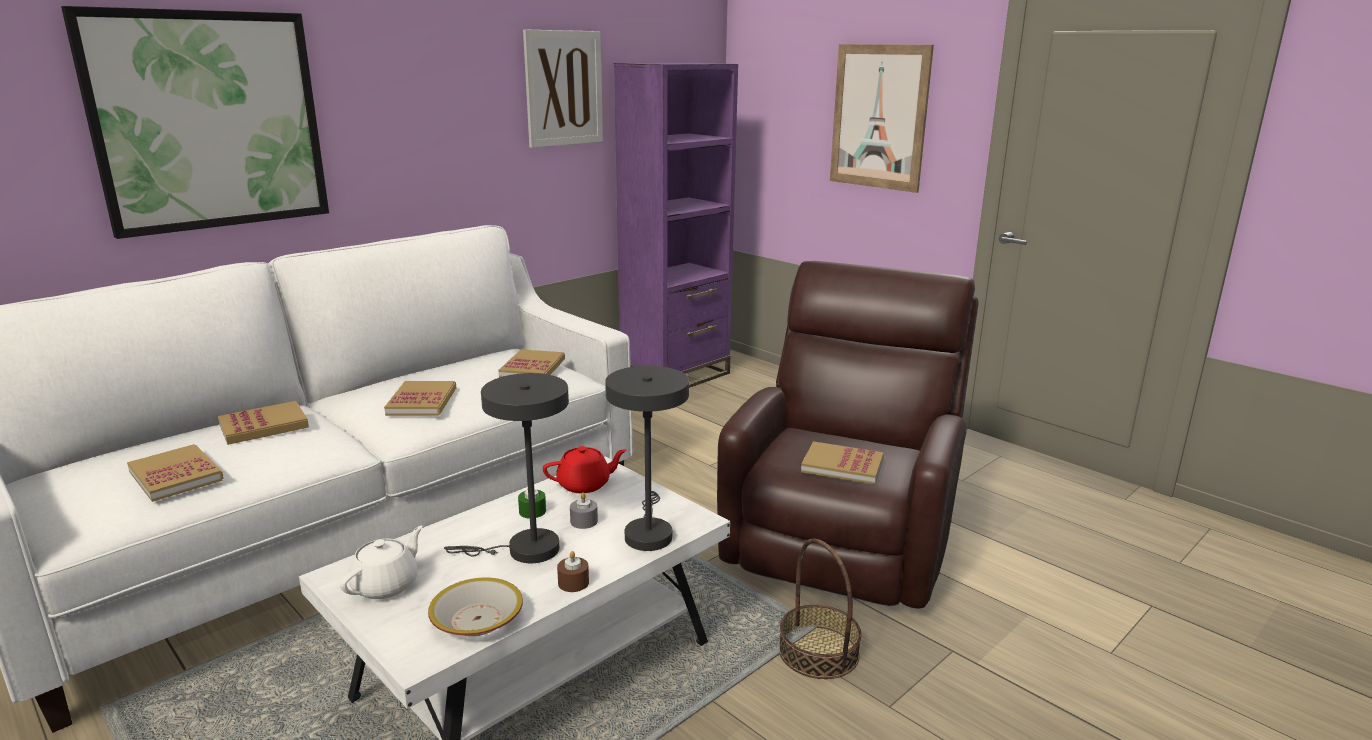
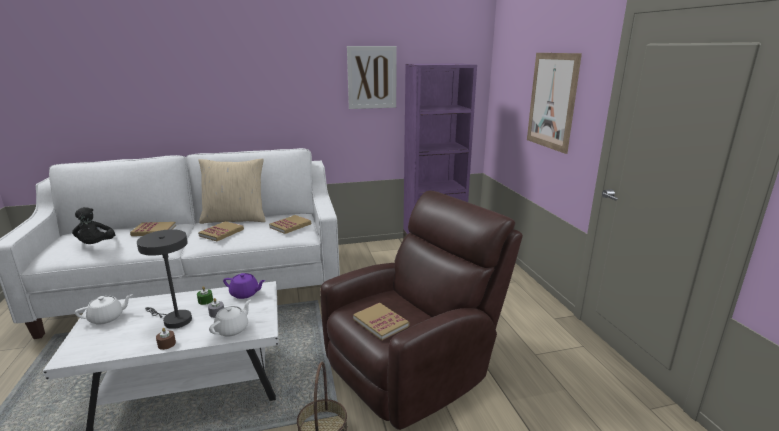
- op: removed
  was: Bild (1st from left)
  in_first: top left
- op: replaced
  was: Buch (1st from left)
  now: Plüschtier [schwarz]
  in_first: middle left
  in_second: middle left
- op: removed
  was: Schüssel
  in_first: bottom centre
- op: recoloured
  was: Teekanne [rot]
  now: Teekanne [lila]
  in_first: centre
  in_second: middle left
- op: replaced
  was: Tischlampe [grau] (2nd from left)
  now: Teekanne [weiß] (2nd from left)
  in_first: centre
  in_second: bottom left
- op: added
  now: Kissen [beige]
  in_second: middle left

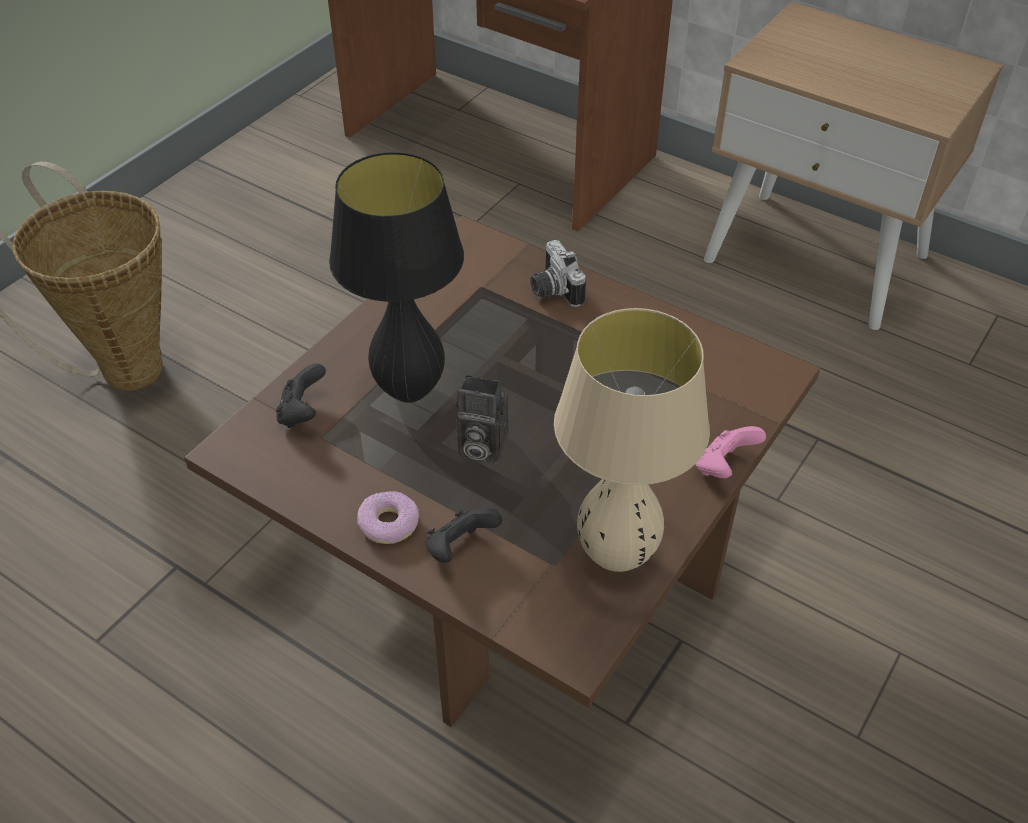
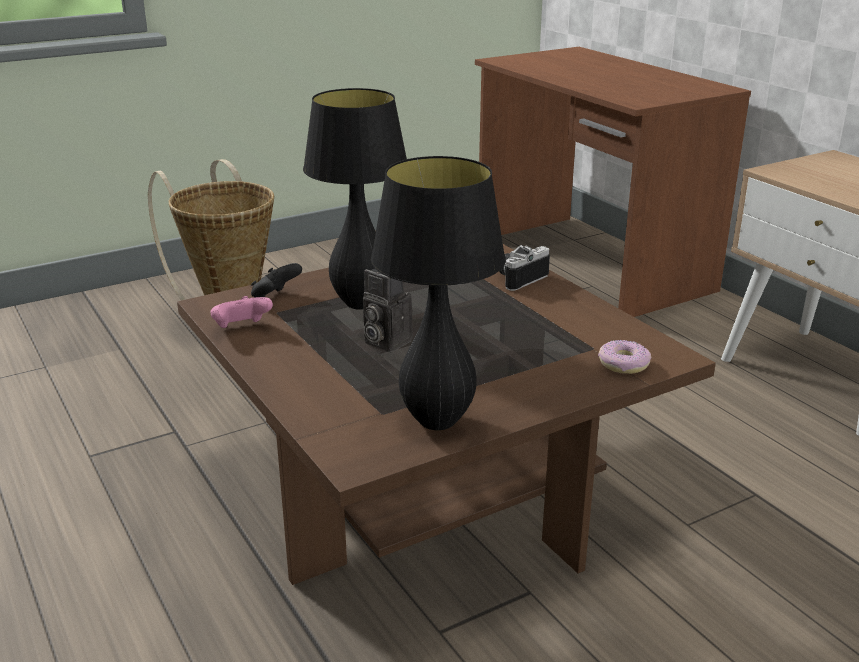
- op: moved
  was: Donut
  in_first: centre
  in_second: middle right
- op: removed
  was: Gamepad [schwarz] (2nd from left)
  in_first: centre
- op: turned
  was: Kamera (2nd from left)
  in_first: top centre
  in_second: centre
  clockwise: 45
- op: recoloured
  was: Tischlampe [beige]
  now: Tischlampe [schwarz] (2nd from left)
  in_first: centre
  in_second: centre
- op: moved
  was: Gamepad [rosa]
  in_first: middle right
  in_second: middle left

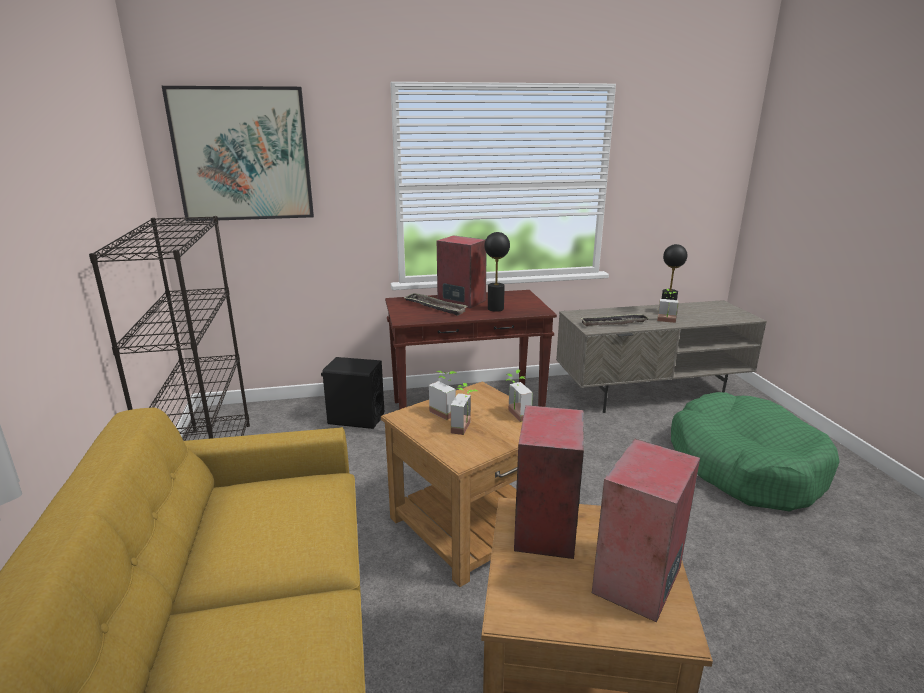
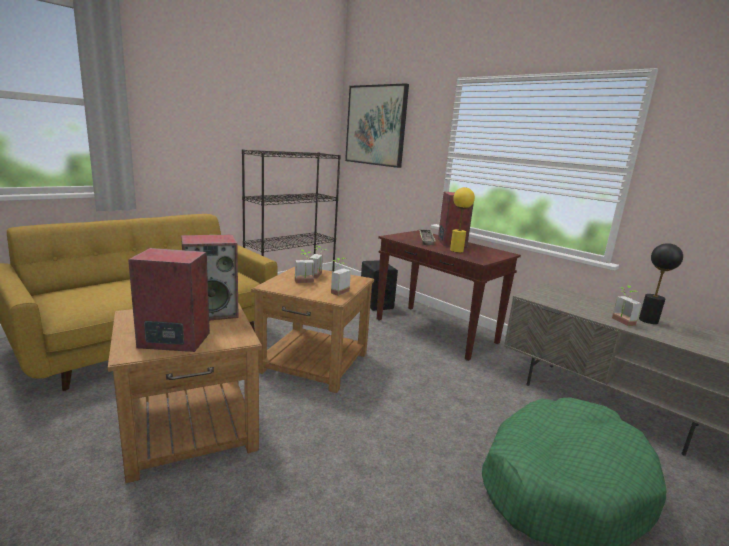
- op: recoloured
  was: Tischlampe [schwarz] (1st from left)
  now: Tischlampe [gelb]
  in_first: centre
  in_second: centre
- op: removed
  was: Tablett (2nd from left)
  in_first: centre

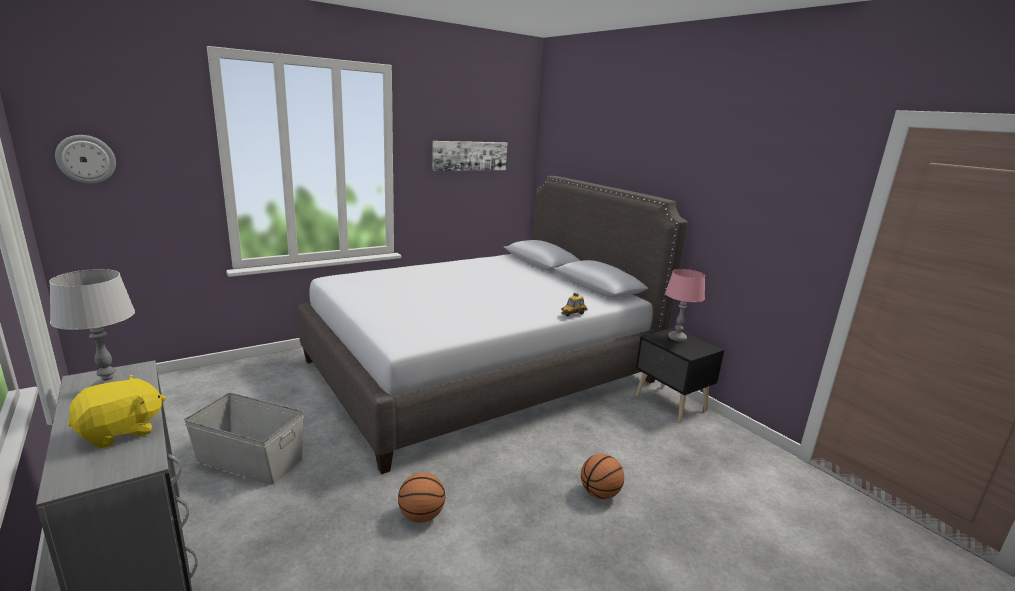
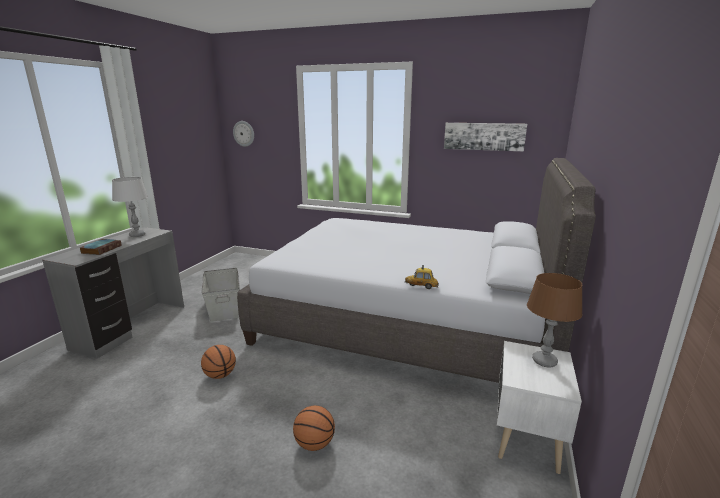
- op: replaced
  was: Plüschtier [gelb]
  now: Buch
  in_first: bottom left
  in_second: middle left
- op: recoloured
  was: Nachttisch [schwarz]
  now: Nachttisch [weiß]
  in_first: middle right
  in_second: bottom right
- op: recoloured
  was: Tischlampe [rosa]
  now: Tischlampe [braun]
  in_first: middle right
  in_second: middle right

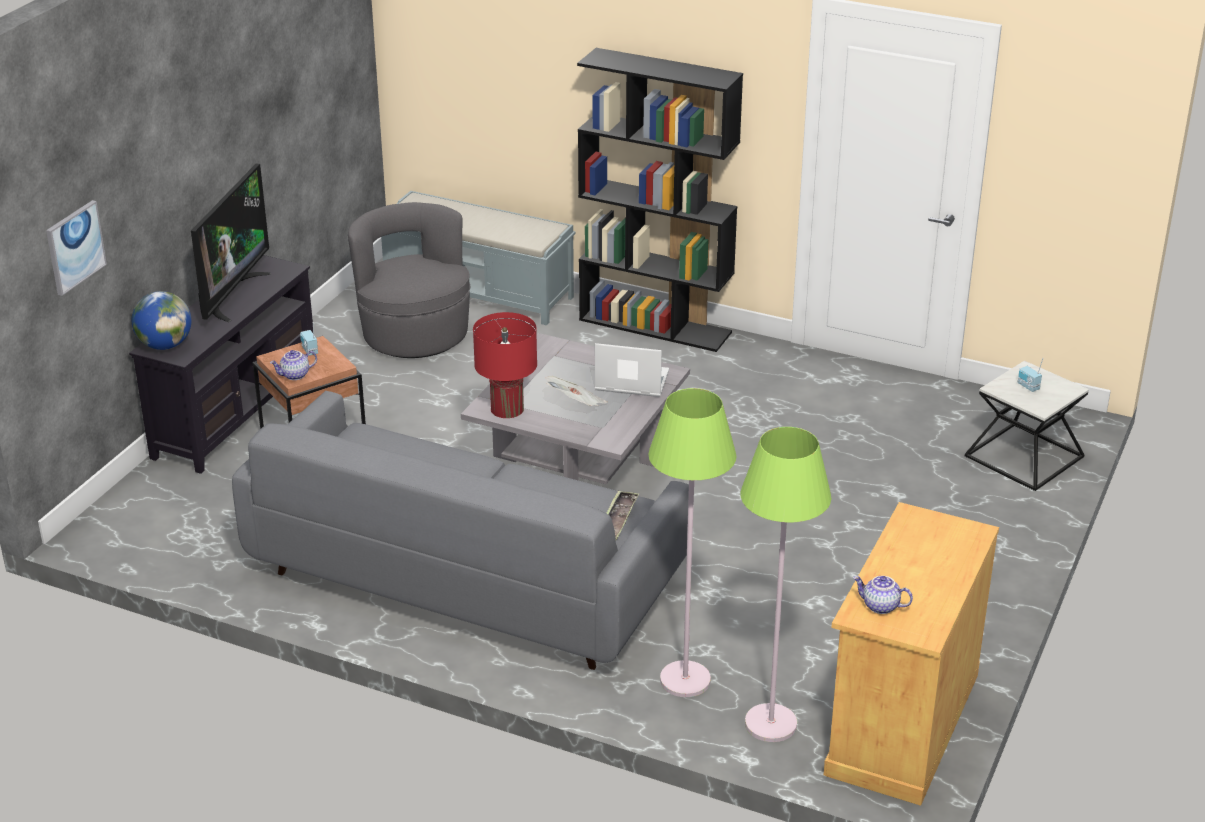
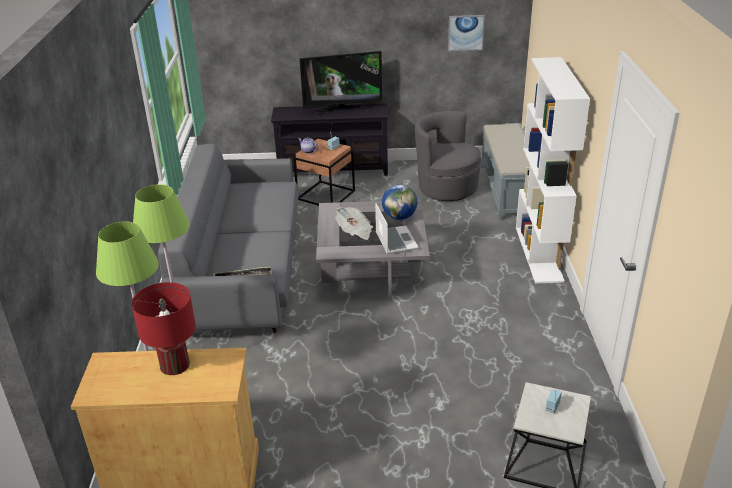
- op: moved
  was: Bild
  in_first: top left
  in_second: top centre
- op: moved
  was: Globus
  in_first: middle left
  in_second: centre
- op: turned
  was: Sessel [grau]
  in_first: centre
  in_second: top centre
  clockwise: -90
- op: moved
  was: Tischlampe [rot]
  in_first: centre
  in_second: bottom left
- op: recoloured
  was: Bücherregal [schwarz]
  now: Bücherregal [weiß]
  in_first: top centre
  in_second: middle right
- op: removed
  was: Teekanne (2nd from left)
  in_first: bottom right

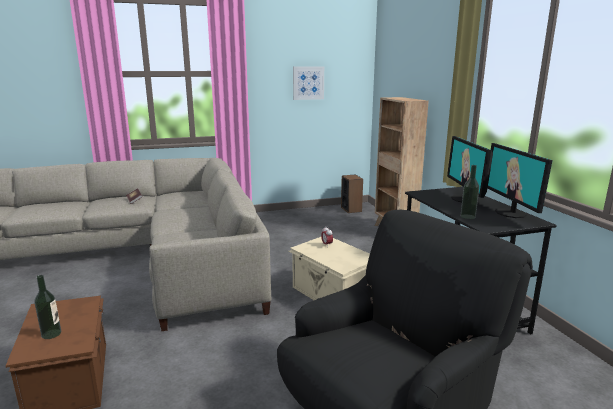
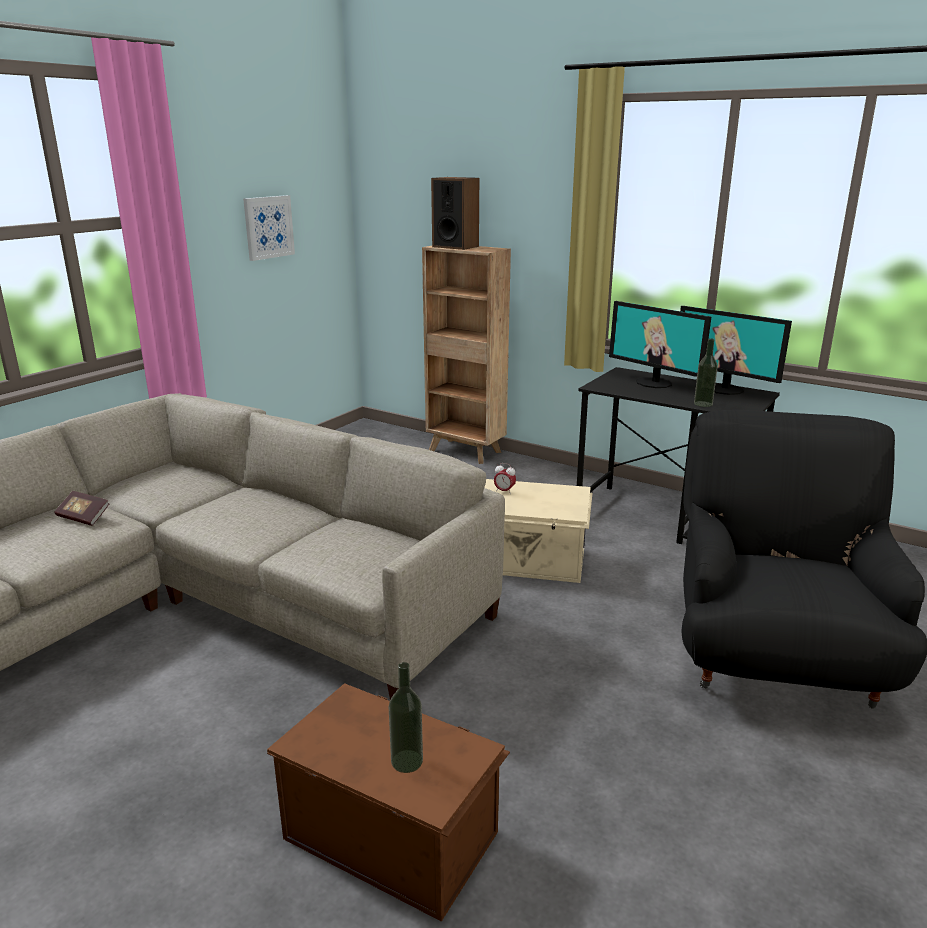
- op: moved
  was: Lautsprecher
  in_first: centre
  in_second: top centre

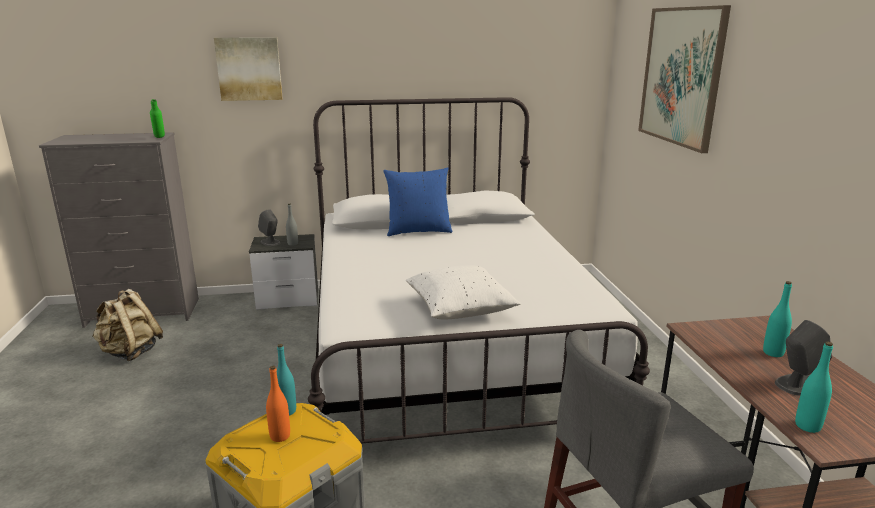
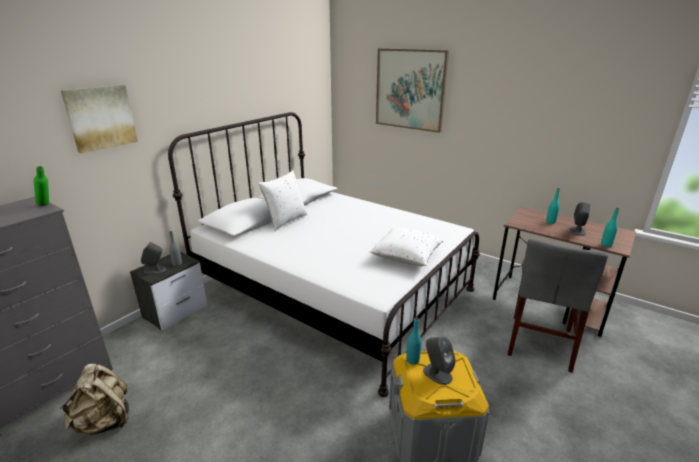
- op: replaced
  was: Flasche [orange]
  now: Lautsprecher [grau] (2nd from left)
  in_first: bottom left
  in_second: bottom centre
- op: recoloured
  was: Kissen [blau]
  now: Kissen [weiß] (1st from left)
  in_first: centre
  in_second: centre

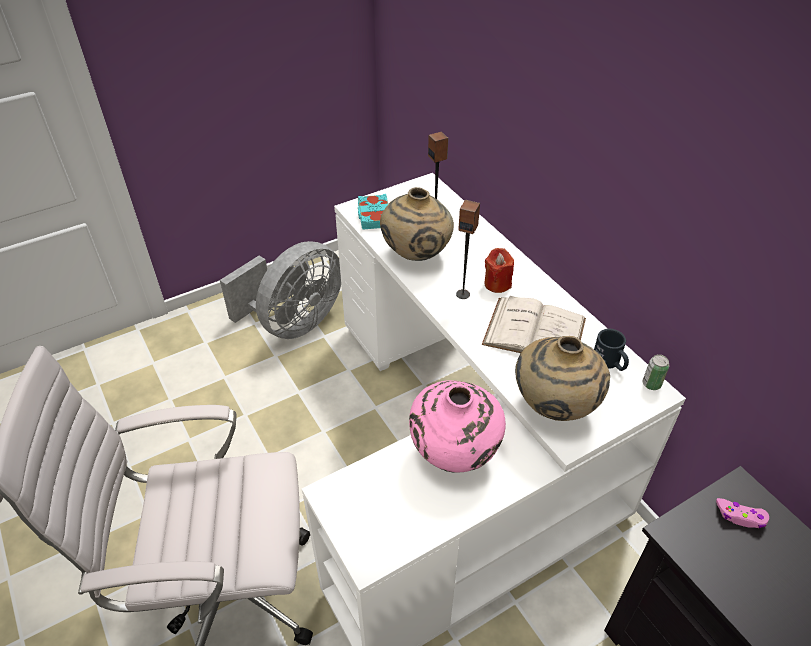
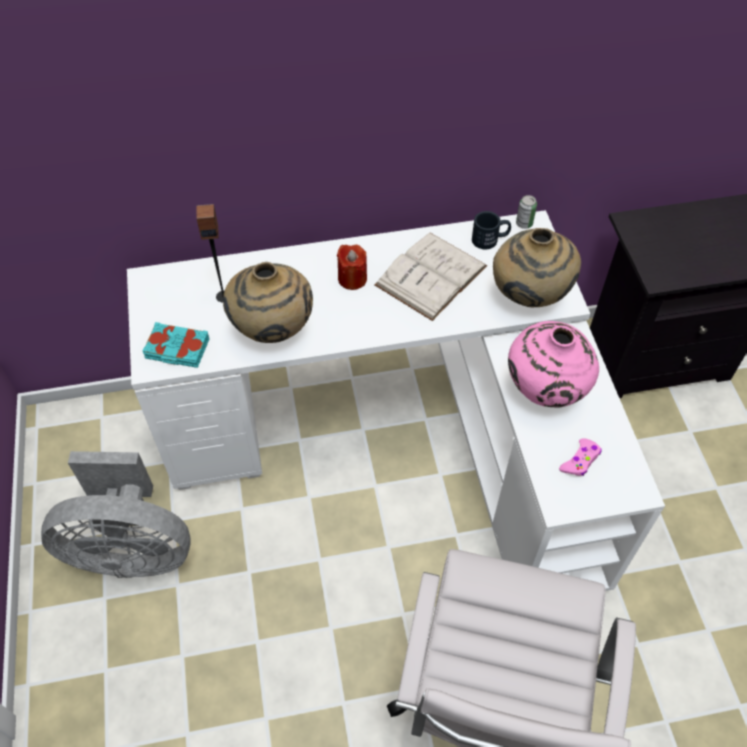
- op: turned
  was: Ventilator [grau]
  in_first: centre
  in_second: bottom left
  clockwise: 120
- op: removed
  was: Lautsprecher (2nd from left)
  in_first: centre
- op: moved
  was: Gamepad [rosa]
  in_first: bottom right
  in_second: middle right

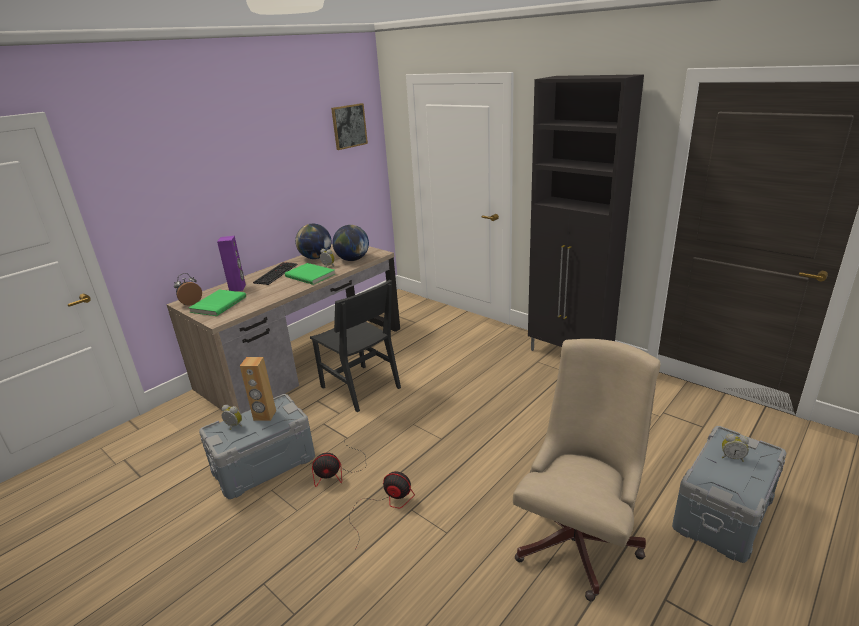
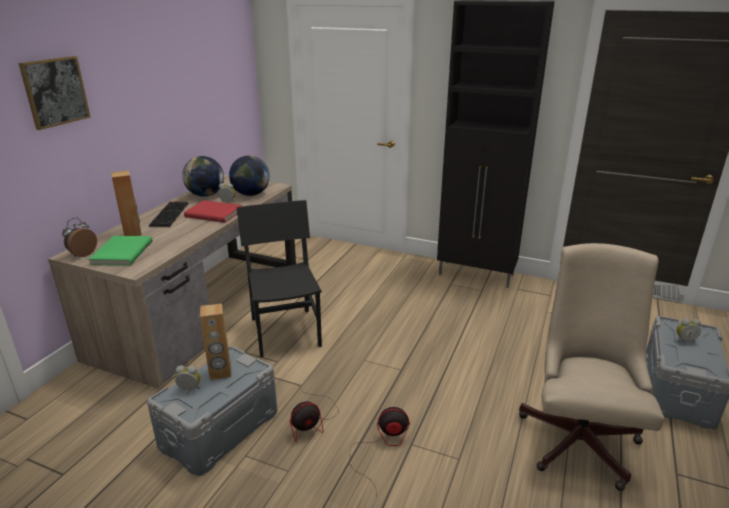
- op: recoloured
  was: Lautsprecher [lila]
  now: Lautsprecher [braun] (1st from left)
  in_first: middle left
  in_second: middle left
- op: recoloured
  was: Buch [grün] (2nd from left)
  now: Buch [rot]
  in_first: centre
  in_second: middle left
- op: turned
  was: Stuhl [schwarz]
  in_first: centre
  in_second: centre
  clockwise: -135
- op: moved
  was: Bild
  in_first: top centre
  in_second: top left

